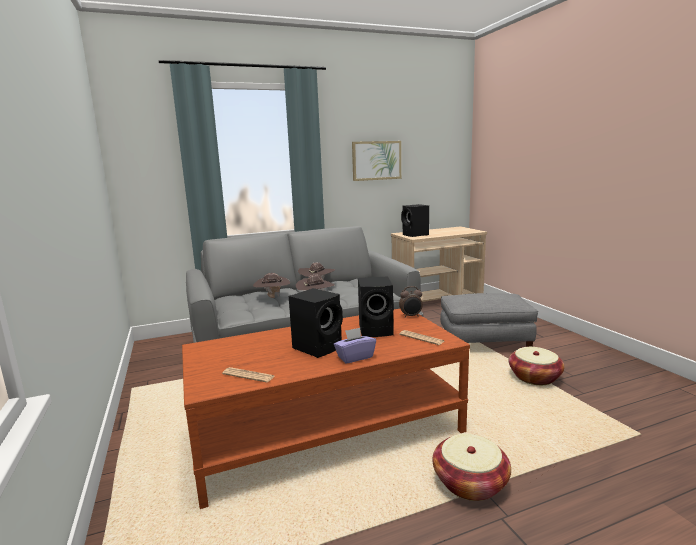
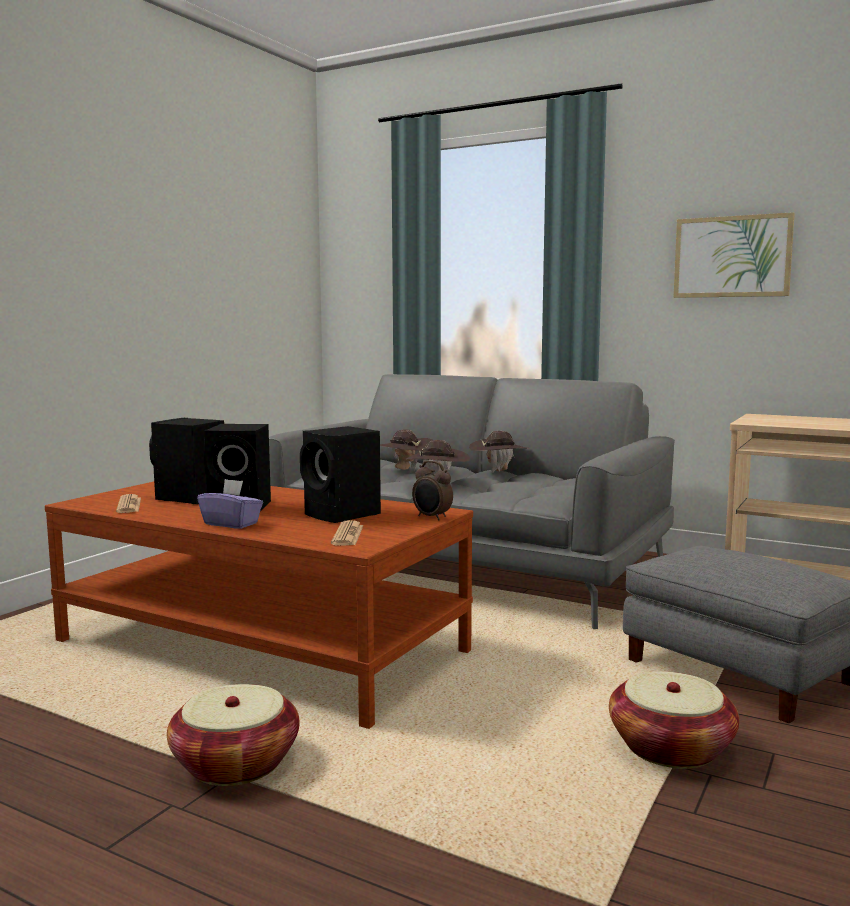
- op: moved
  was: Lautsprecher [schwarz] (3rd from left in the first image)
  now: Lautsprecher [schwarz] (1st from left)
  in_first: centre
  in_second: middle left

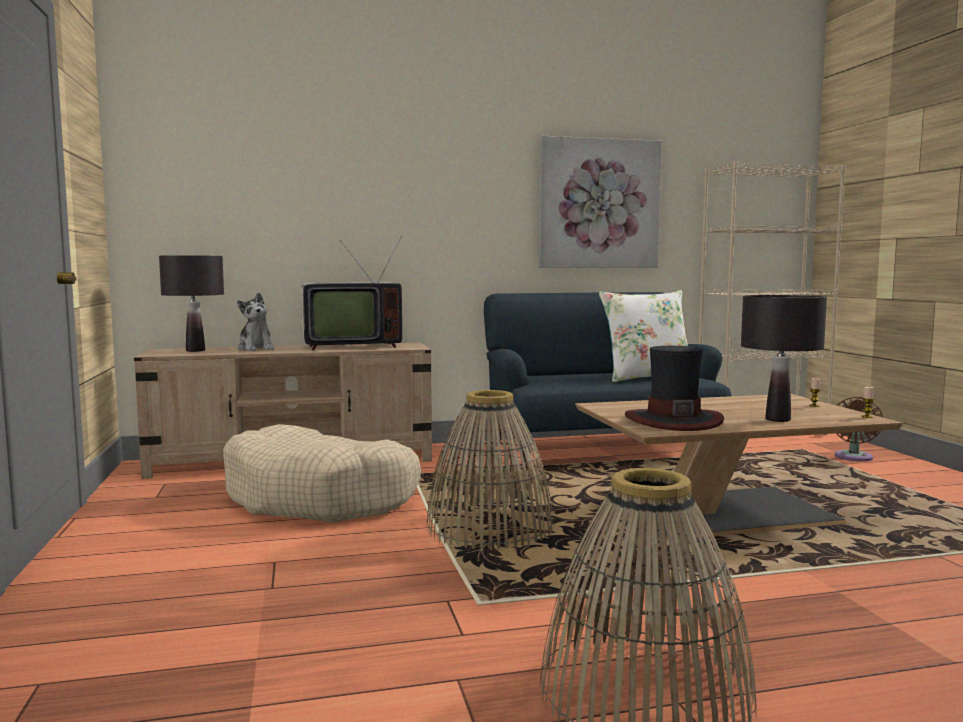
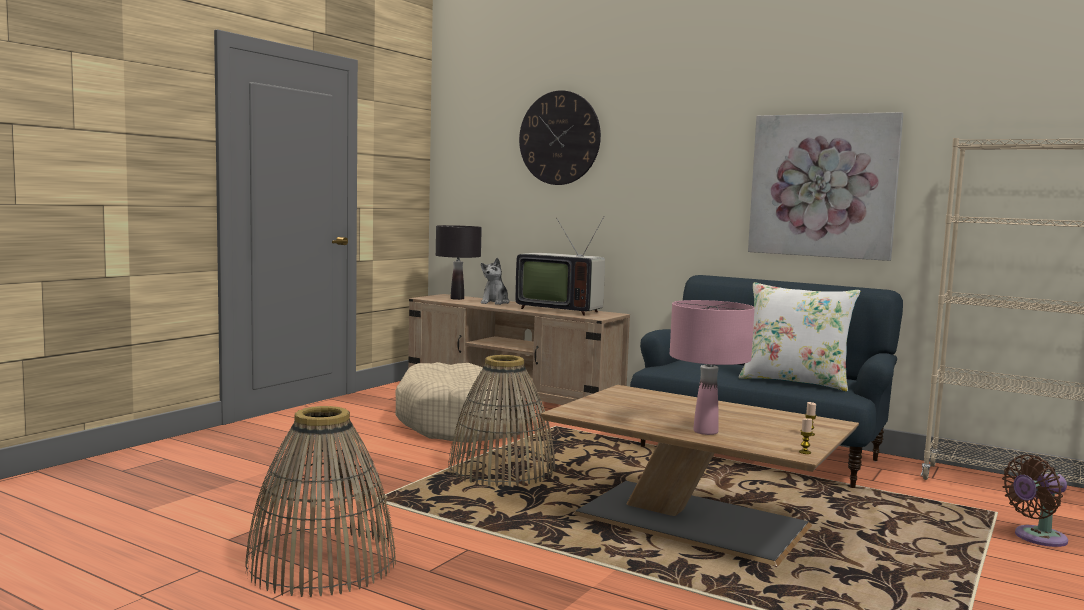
- op: removed
  was: Hut
  in_first: middle right
- op: recoloured
  was: Tischlampe [schwarz] (2nd from left)
  now: Tischlampe [rosa]
  in_first: middle right
  in_second: centre
- op: added
  now: Wanduhr
  in_second: top centre

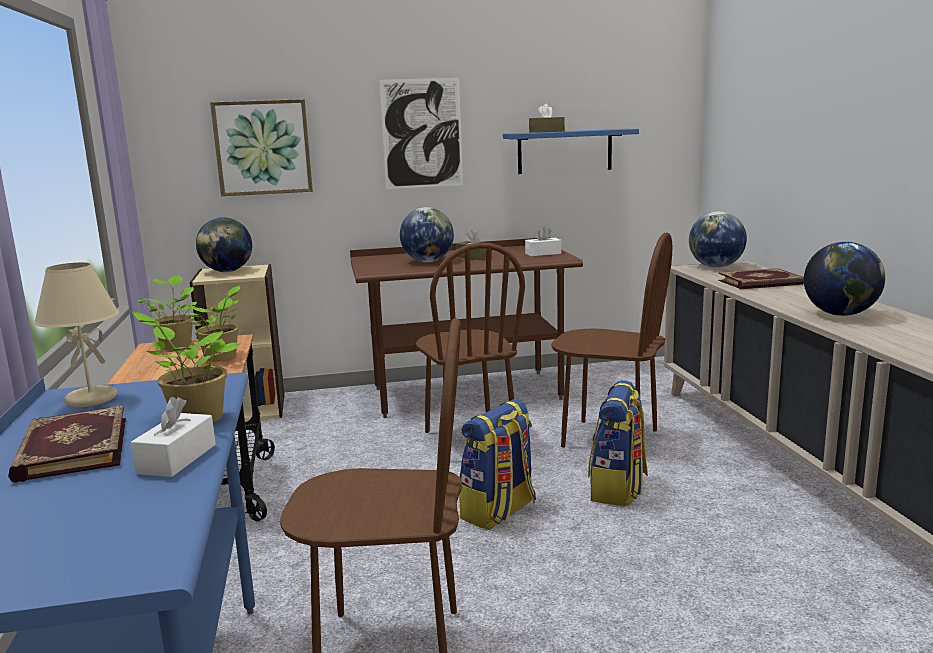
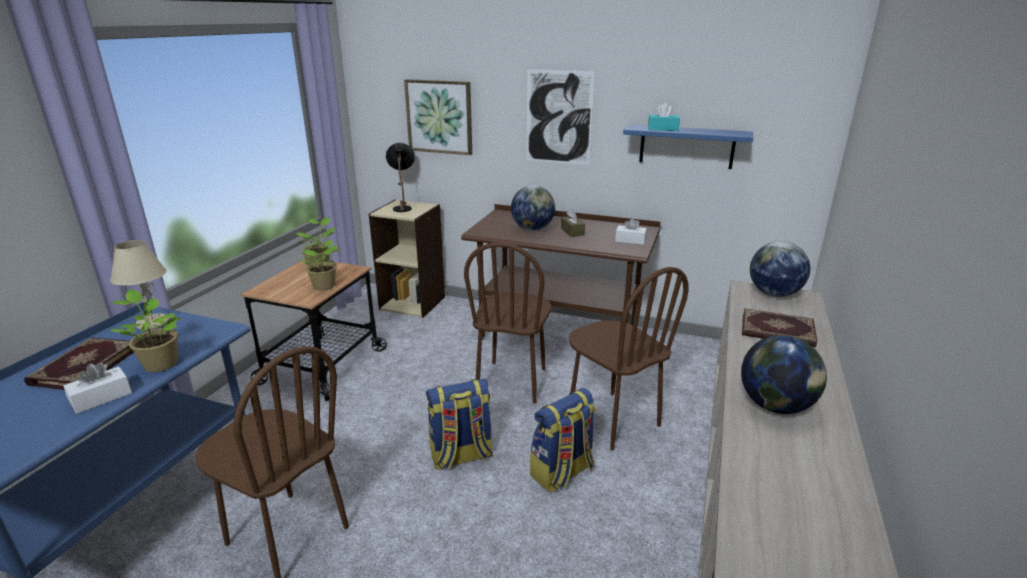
- op: replaced
  was: Globus (1st from left)
  now: Tischlampe [schwarz]
  in_first: middle left
  in_second: top centre
- op: recoloured
  was: Taschentuchbox [braun] (2nd from left)
  now: Taschentuchbox [türkis]
  in_first: top centre
  in_second: top centre

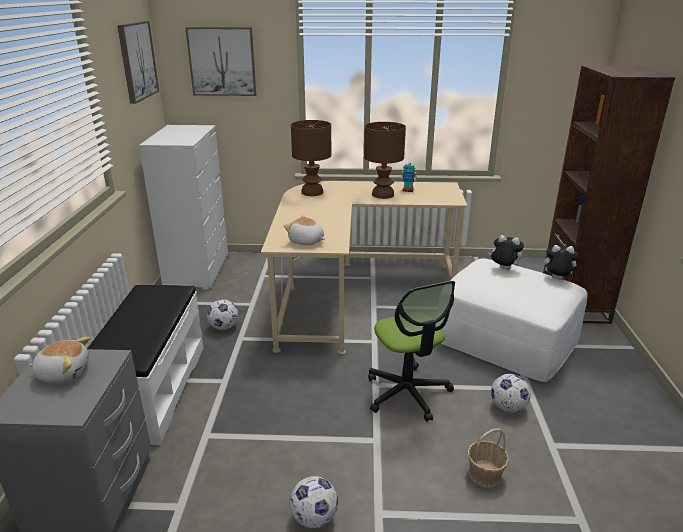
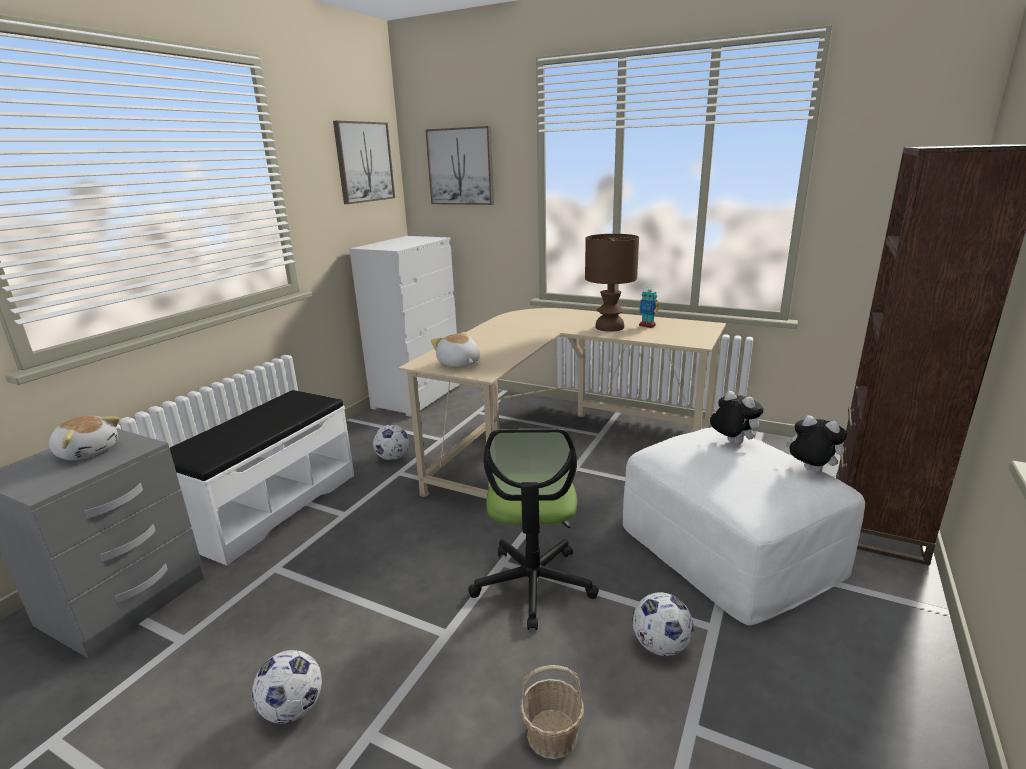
- op: removed
  was: Tischlampe [braun] (1st from left)
  in_first: top centre

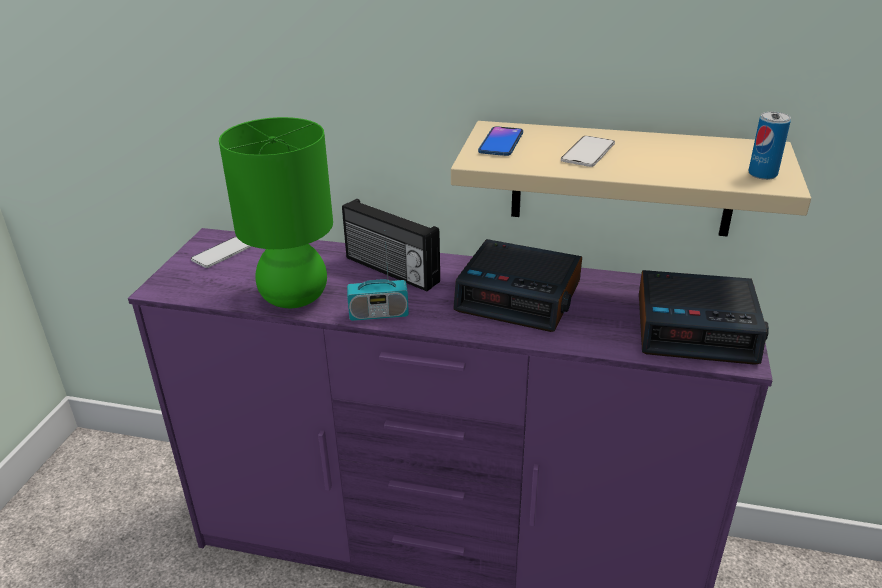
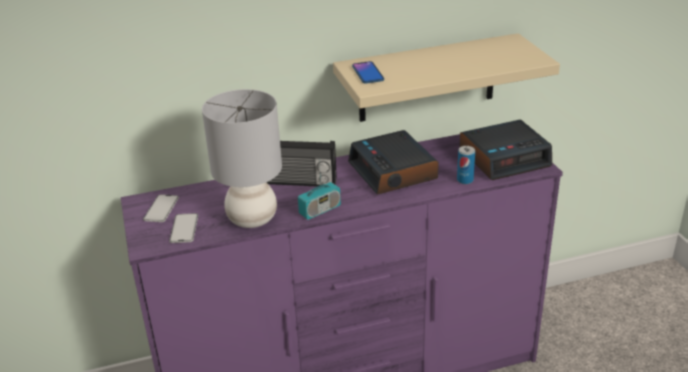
- op: recoloured
  was: Tischlampe [grün]
  now: Tischlampe [grau]
  in_first: middle left
  in_second: centre
- op: turned
  was: Wecker (1st from left)
  in_first: centre
  in_second: centre
  clockwise: 75
- op: moved
  was: Handy (3rd from left in the first image)
  now: Handy (2nd from left)
  in_first: top right
  in_second: middle left
- op: moved
  was: Dose
  in_first: top right
  in_second: middle right

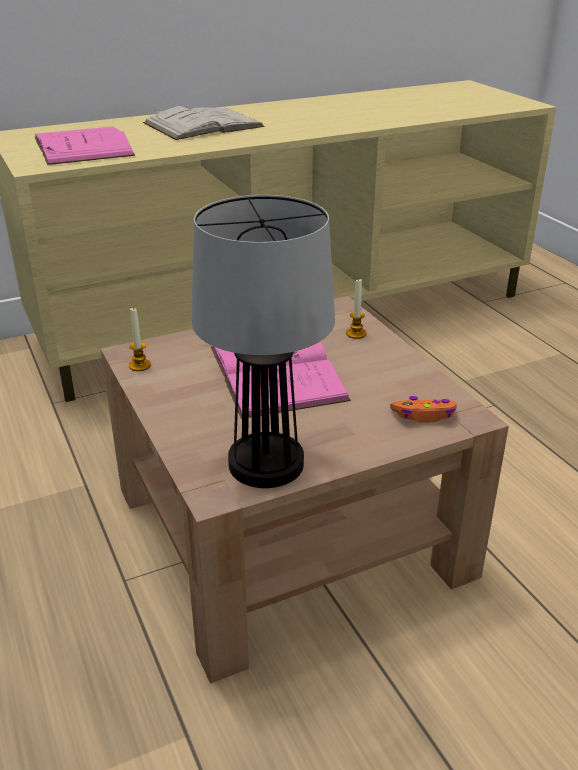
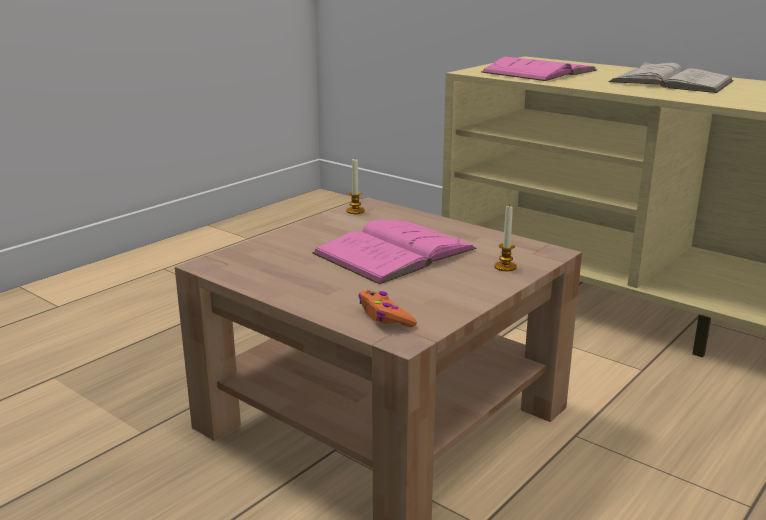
- op: removed
  was: Tischlampe
  in_first: centre

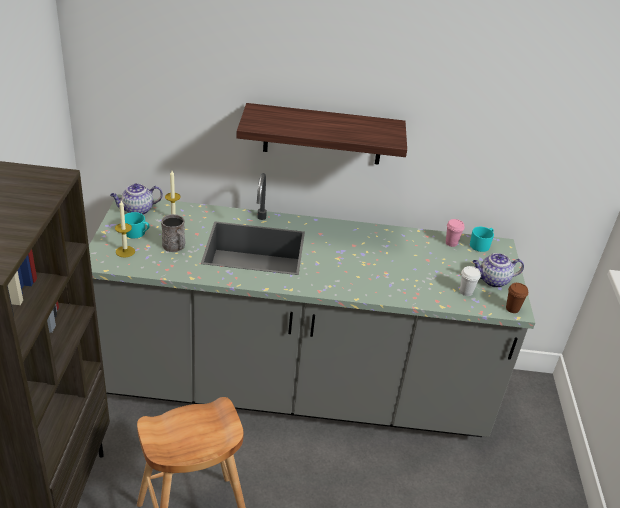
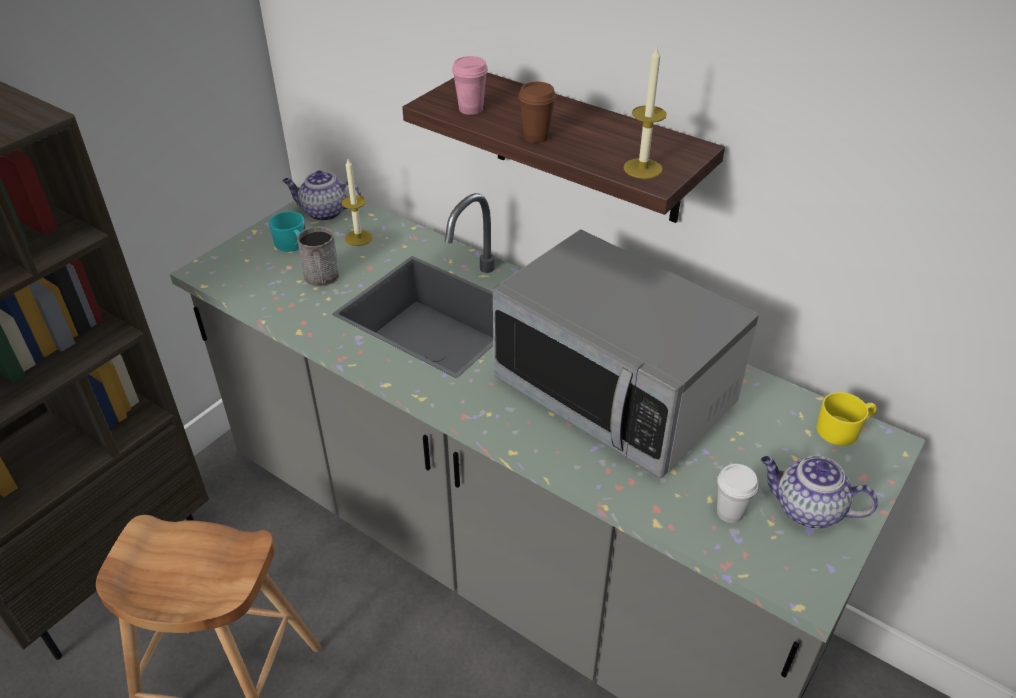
- op: moved
  was: Kerze (1st from left in the first image)
  now: Kerze (2nd from left)
  in_first: middle left
  in_second: top centre
- op: moved
  was: Tasse [rosa]
  in_first: middle right
  in_second: top centre
- op: recoloured
  was: Henkelbecher [türkis] (2nd from left)
  now: Henkelbecher [gelb]
  in_first: middle right
  in_second: middle right
- op: moved
  was: Tasse [braun]
  in_first: middle right
  in_second: top centre
- op: added
  now: Mikrowelle
  in_second: centre

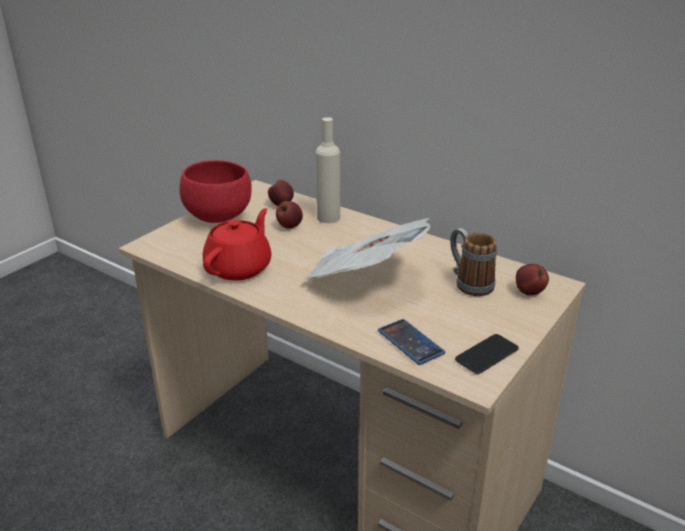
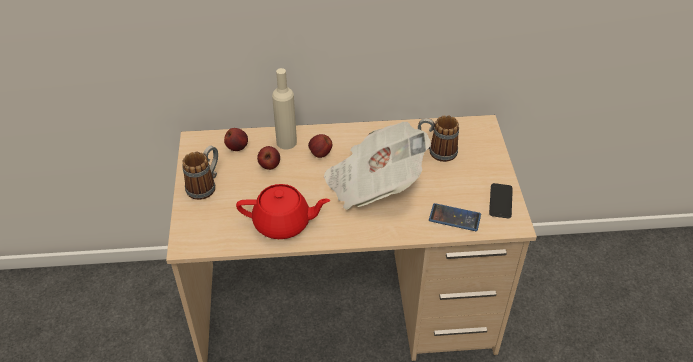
- op: replaced
  was: Schüssel [rot]
  now: Henkelbecher (1st from left)
  in_first: middle left
  in_second: middle left
- op: turned
  was: Teekanne [rot]
  in_first: centre
  in_second: centre
  clockwise: 105
- op: moved
  was: Apfel (3rd from left)
  in_first: middle right
  in_second: centre

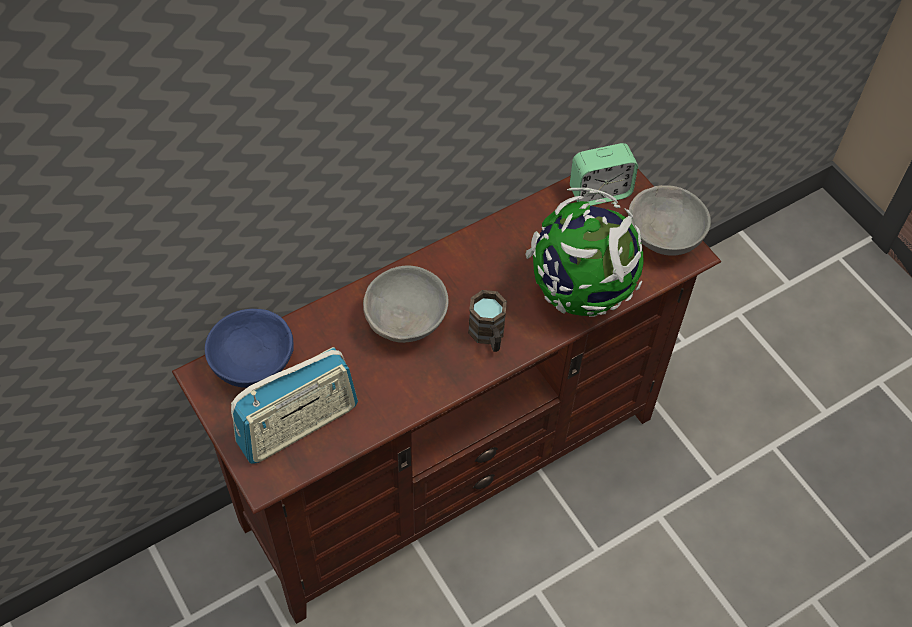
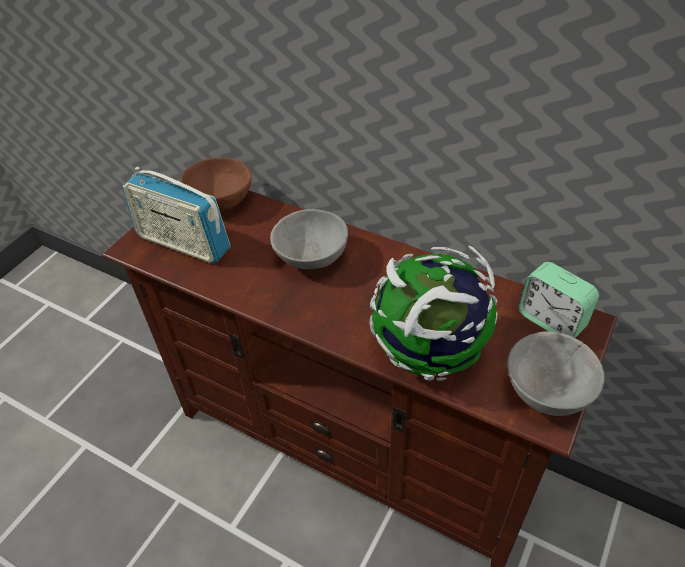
- op: recoloured
  was: Schüssel [blau]
  now: Schüssel [braun]
  in_first: middle left
  in_second: top left
- op: removed
  was: Henkelbecher [braun]
  in_first: centre

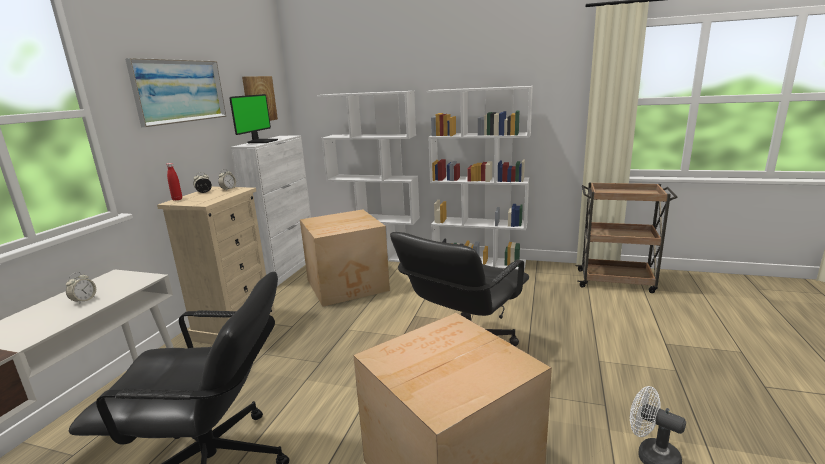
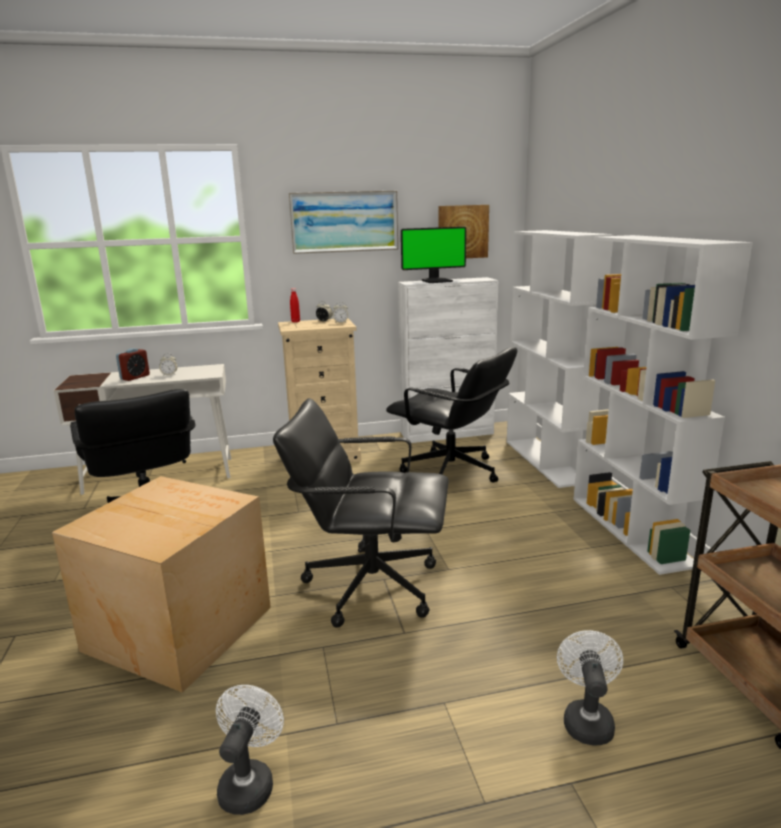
- op: replaced
  was: Karton (1st from left)
  now: Bürostuhl [schwarz] (3rd from left)
  in_first: centre
  in_second: centre
- op: added
  now: Wecker (1st from left)
  in_second: middle left
- op: added
  now: Ventilator [weiß] (2nd from left)
  in_second: bottom right

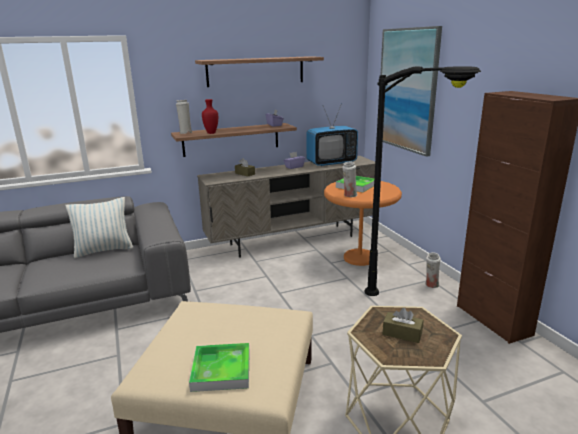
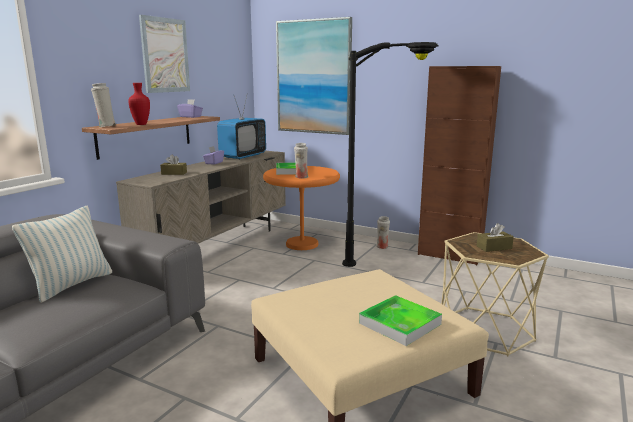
- op: replaced
  was: Wandregal (2nd from left)
  now: Bild (1st from left)
  in_first: top centre
  in_second: top left

